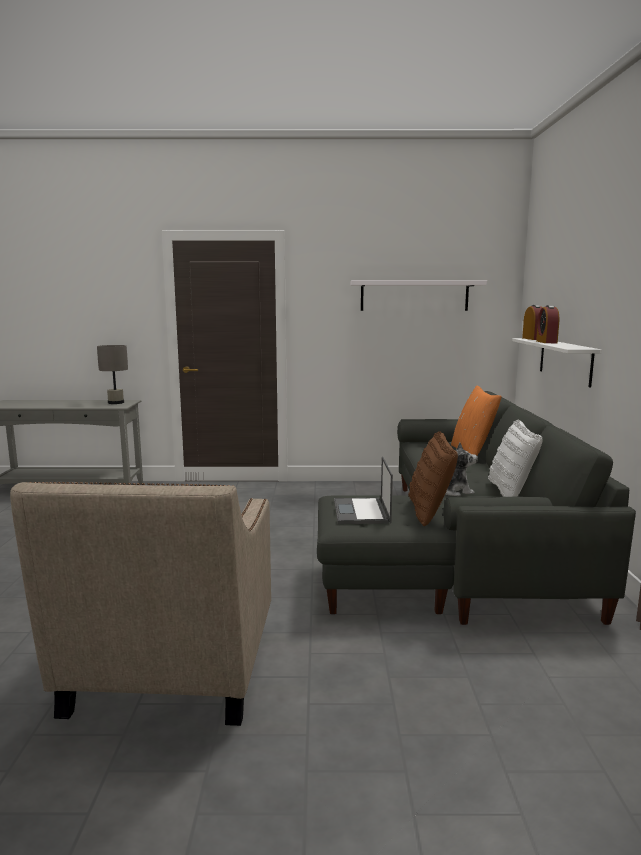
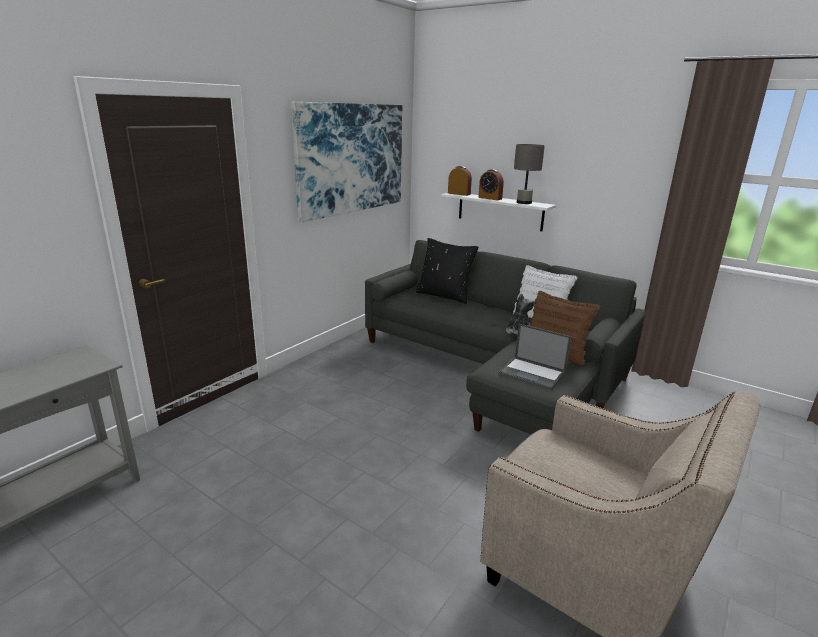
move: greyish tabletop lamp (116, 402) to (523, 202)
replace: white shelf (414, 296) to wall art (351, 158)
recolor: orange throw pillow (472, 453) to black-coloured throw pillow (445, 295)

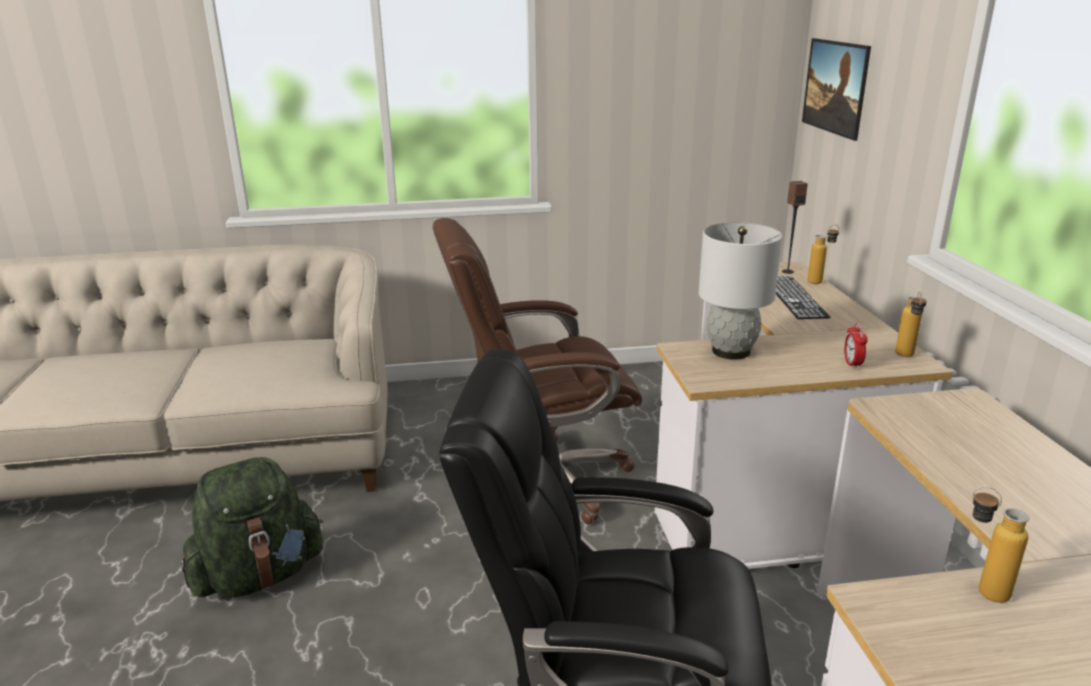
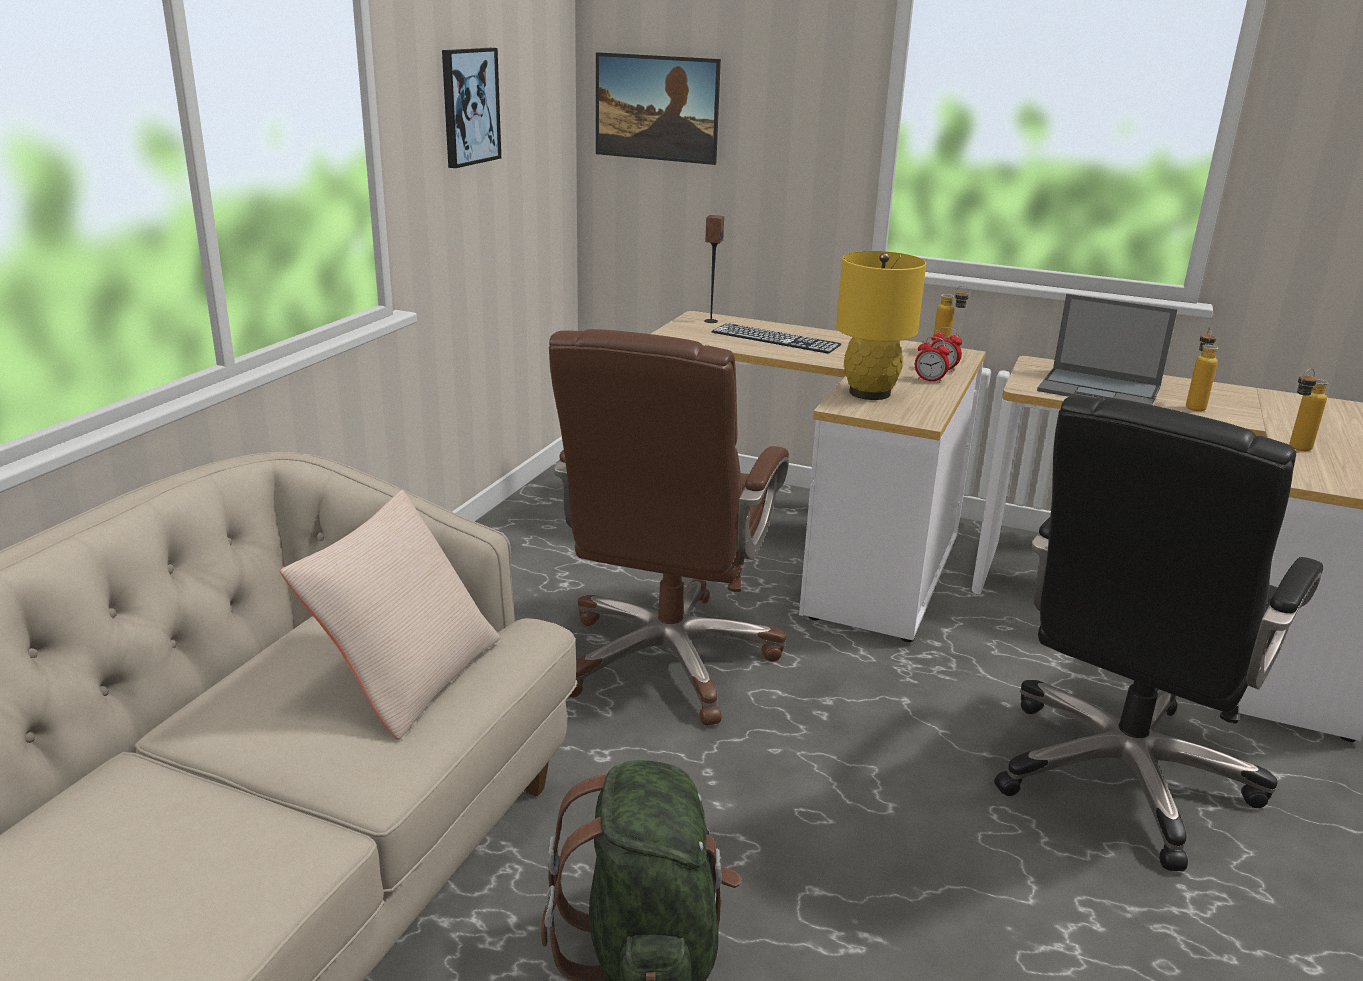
insert: sand-coloured throw pillow (405, 674); wall art (469, 106); bedside clock (929, 380); notebook computer (1100, 390)
move: bottle (820, 281) to (1194, 406)
recolor: white tabletop lamp (730, 351) to yellowish tabletop lamp (869, 393)

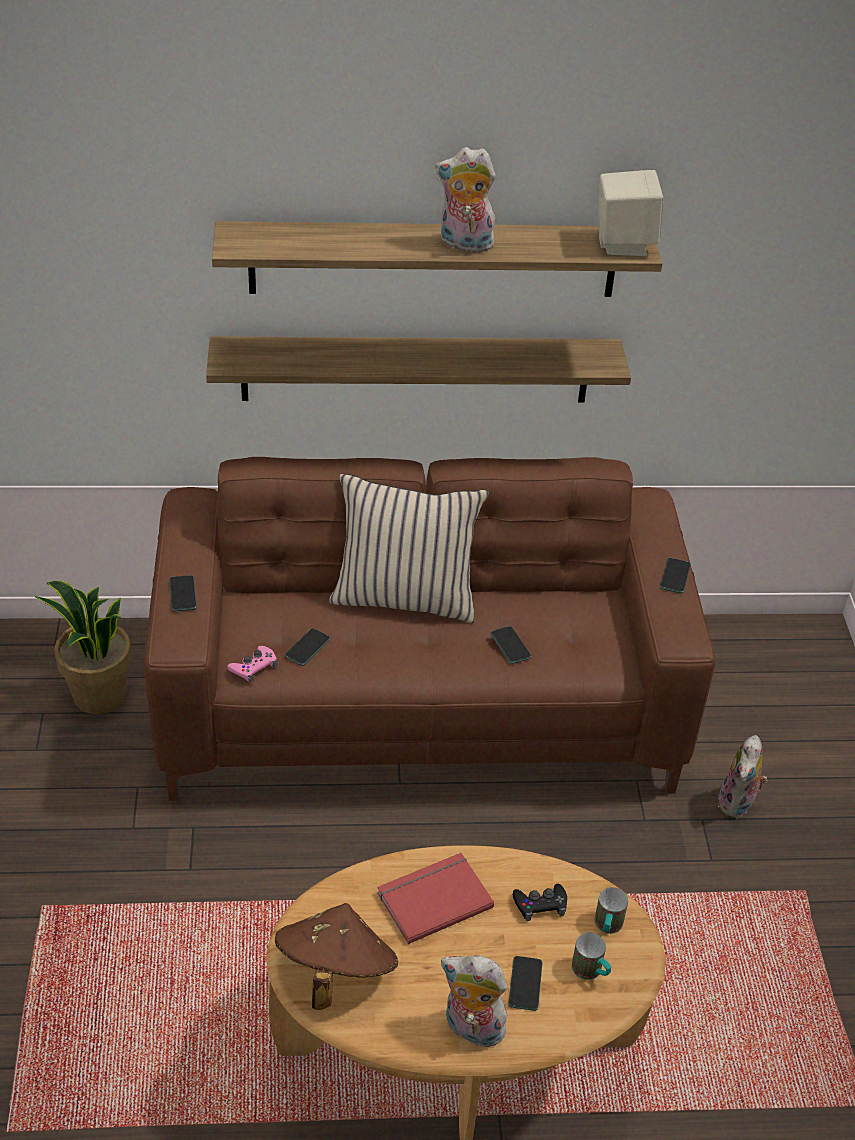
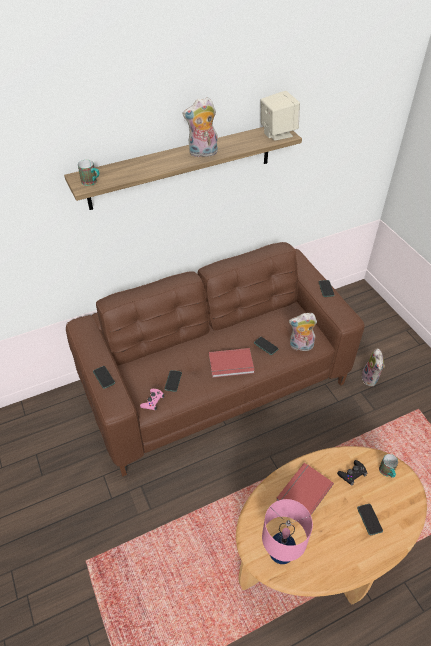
delete: plant in a pot (98, 696); shelf (415, 369); sand-coloured throw pillow (405, 597)
insert: red-coloured bound book (231, 365)
move: coffee mug (591, 972) to (91, 182); soft toy (471, 1029) to (300, 346)
replace: brown clothing hat (335, 972) to pink-coloured tabletop lamp (280, 553)

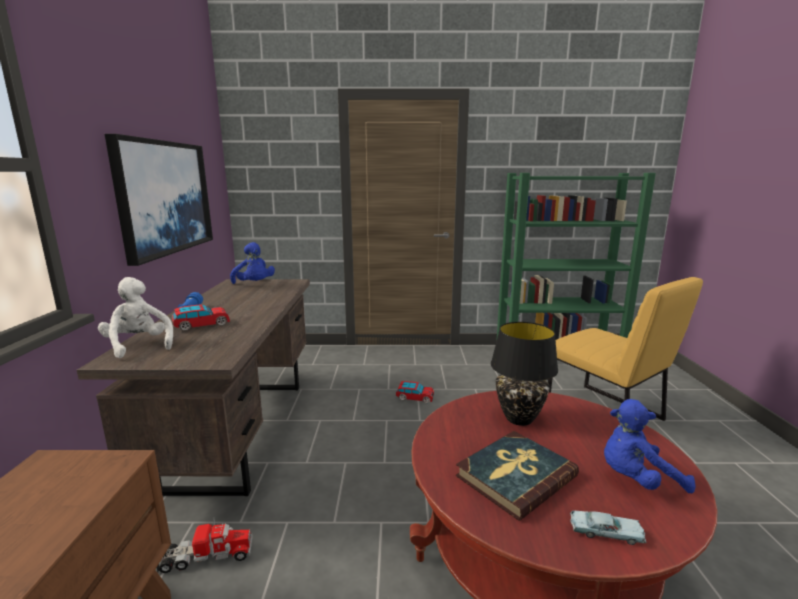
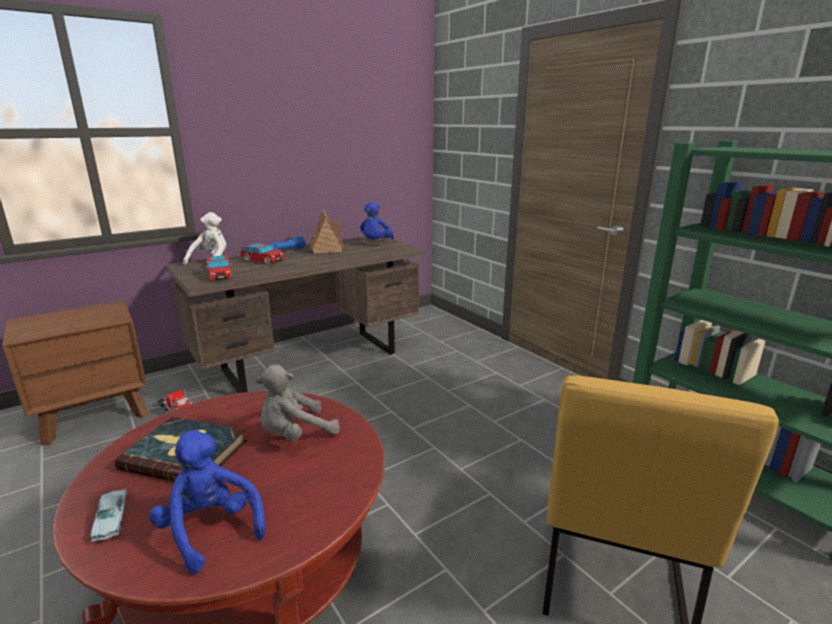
delete: wall art (165, 197)
insert: toy house (326, 248)
move: toy car (415, 398) to (220, 275)
replace: black-coloured tabletop lamp (518, 419) to greyish soft toy (295, 434)

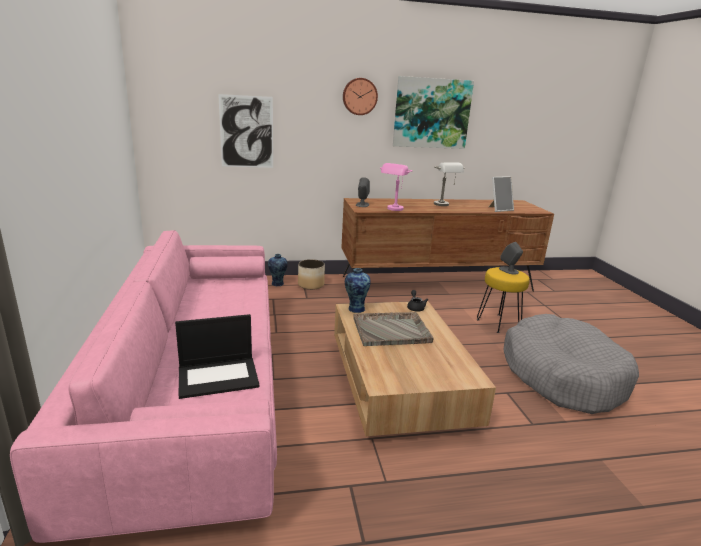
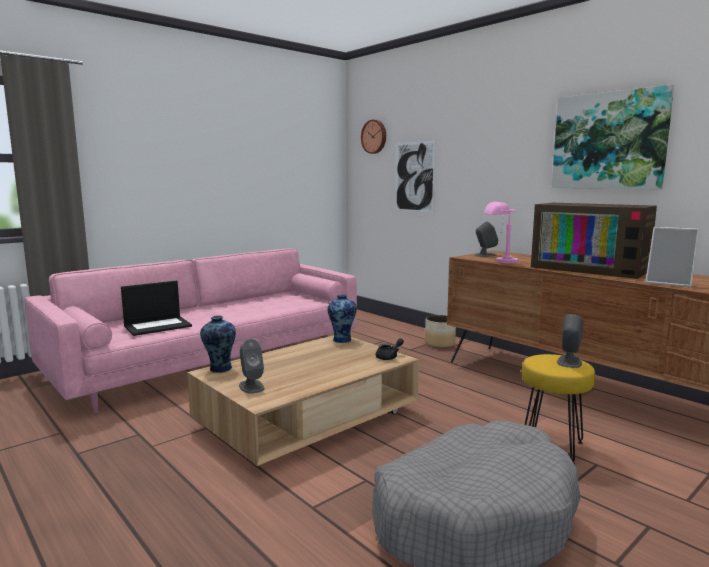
delete: greyish serving tray (392, 330)
insert: greyish speaker (251, 386)
move: decorative vase (277, 284) to (219, 369); wall clock (359, 96) to (374, 136)
replace: greyish tabletop lamp (444, 205) to TV (591, 269)
rotate: notebook computer (219, 376) = (158, 326) 75 degrees counterclockwise

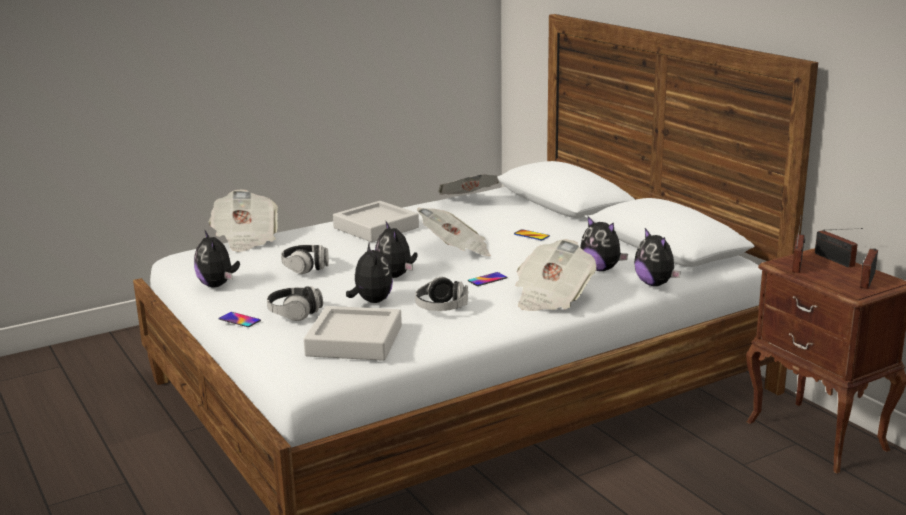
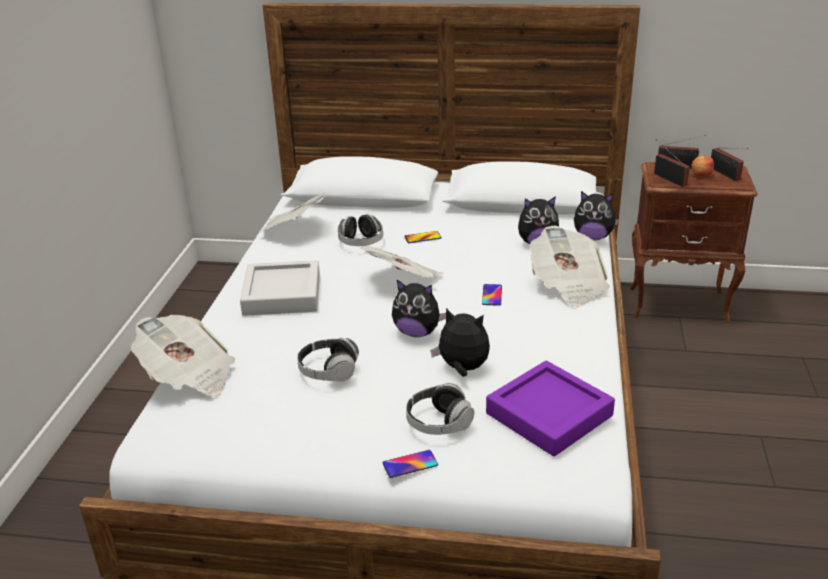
delete: soft toy (217, 285)
insert: whole apple (701, 175)
move: headphones (441, 309) to (361, 242)
recolor: greyish serving tray (354, 341) to purplish serving tray (549, 414)

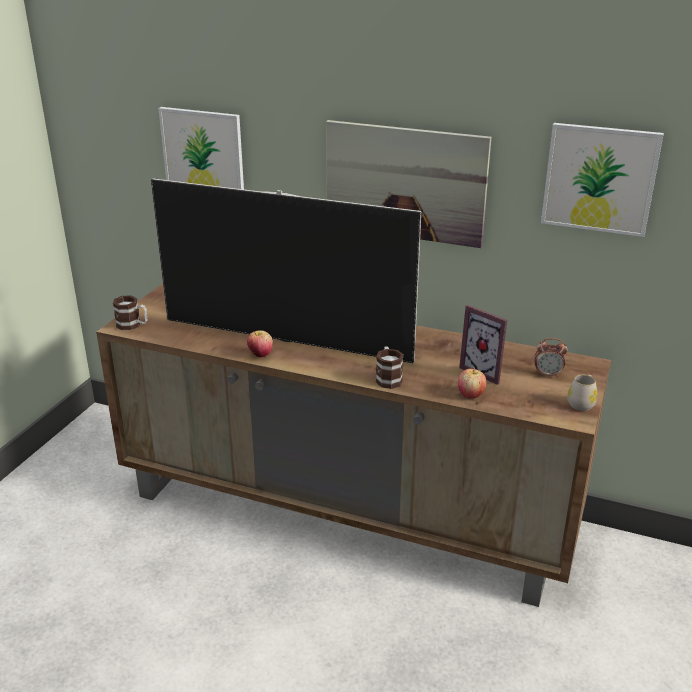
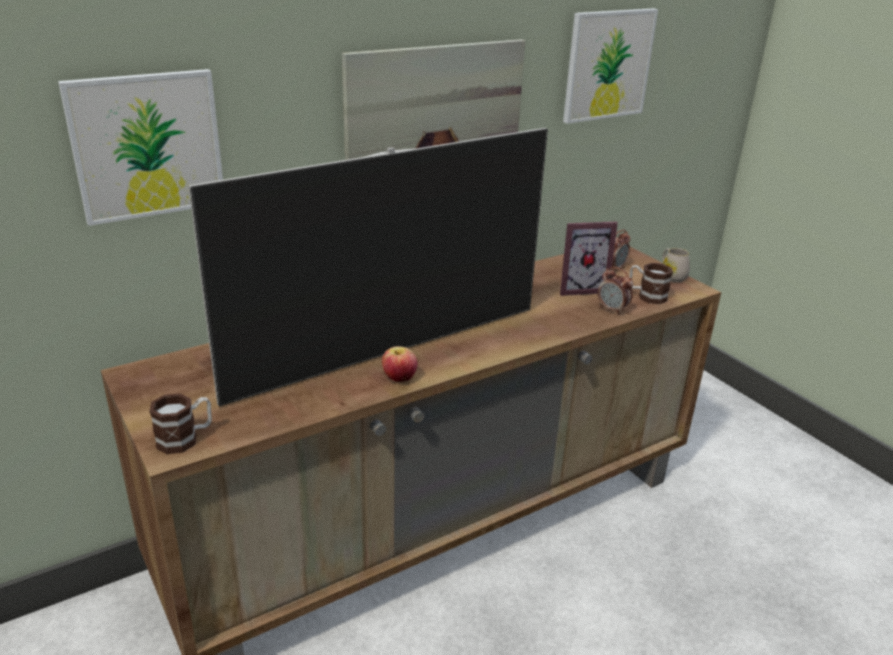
move: coffee mug (388, 378) to (646, 296)
replace: whole apple (470, 395) to bedside clock (612, 310)

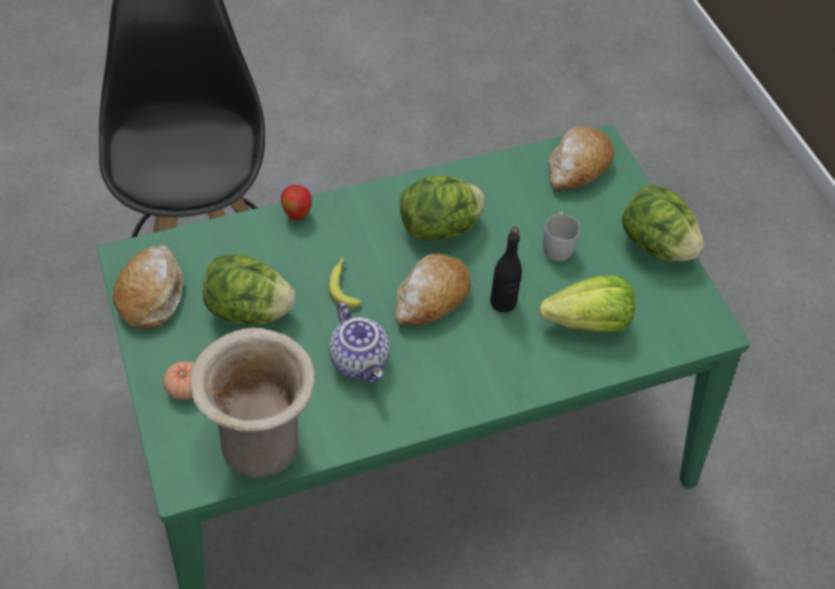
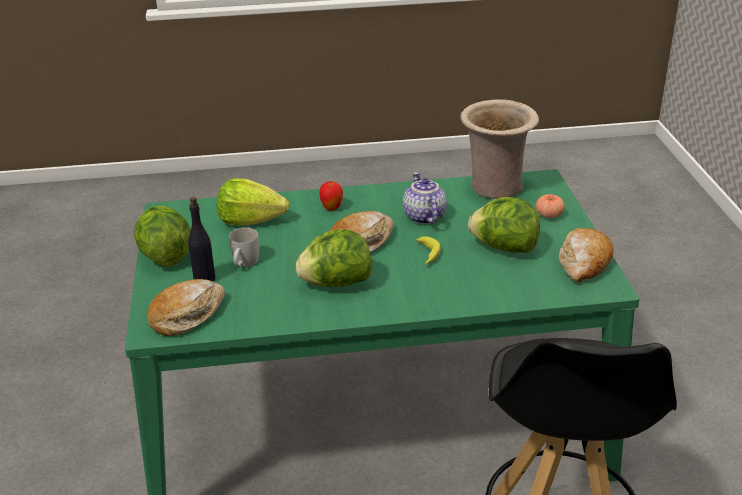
move: black-coloured bottle (503, 302) to (204, 279); whole apple (297, 215) to (331, 208)

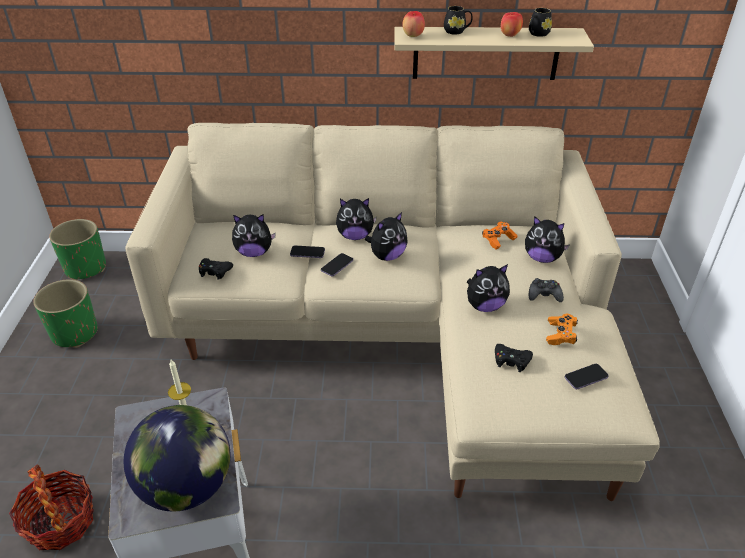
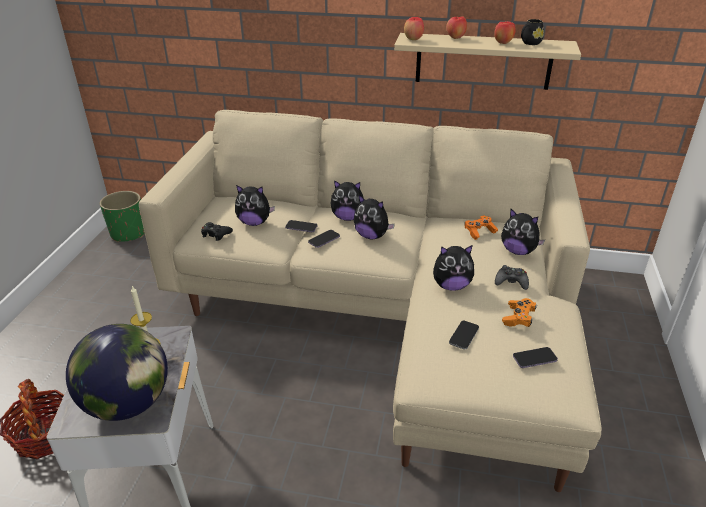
delete: greenish plant pot (74, 333)
replace: black-coloured coffee mug (457, 31) to whole apple (455, 38); black-coloured game controller (511, 361) to telephone (464, 335)
rotate: soft toy (387, 256) = (372, 236) 60 degrees clockwise

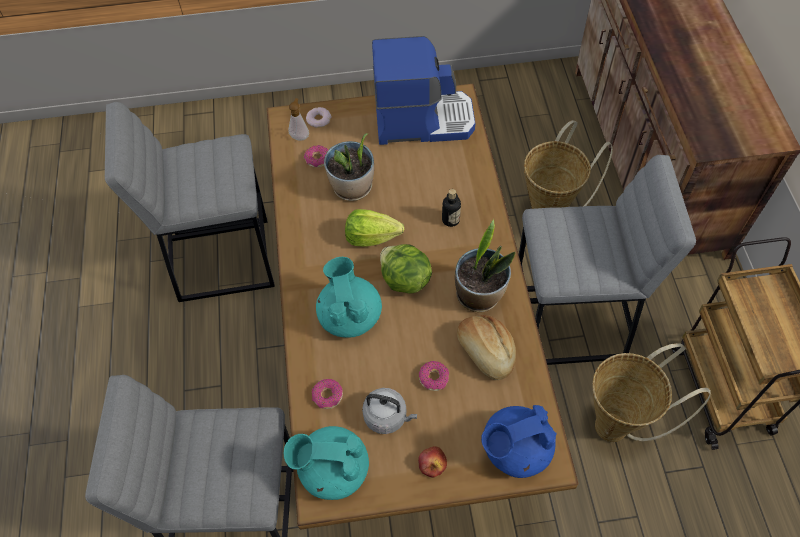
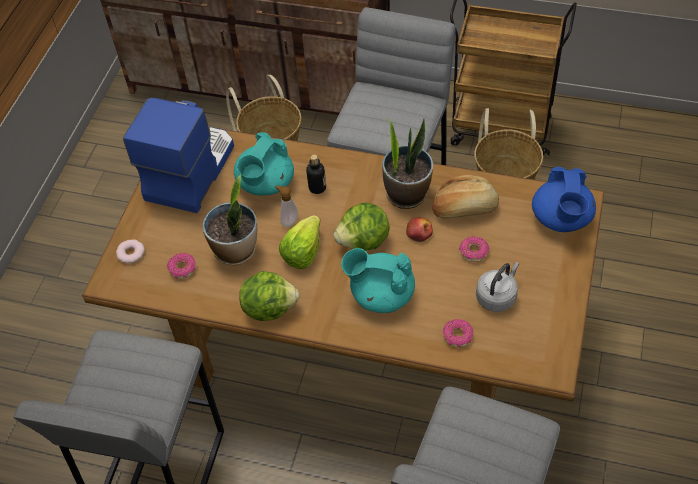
insert: lettuce (269, 307)
move: turquoise teapot (332, 470) to (265, 184); soap bottle (300, 136) to (288, 221); whole apple (432, 463) to (419, 233)

